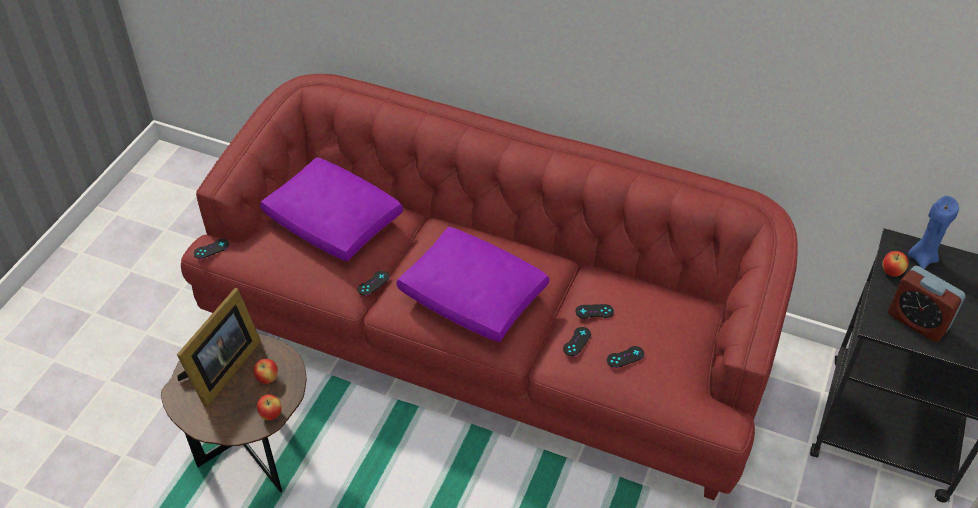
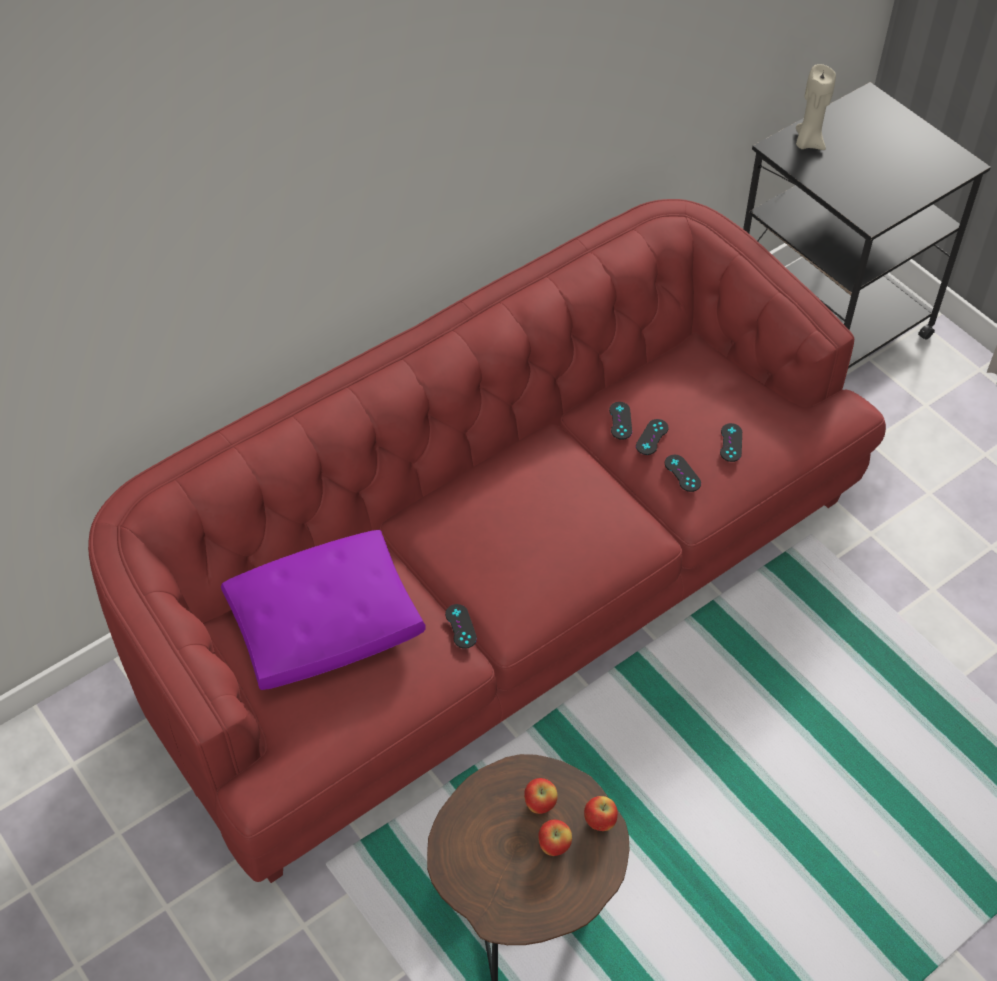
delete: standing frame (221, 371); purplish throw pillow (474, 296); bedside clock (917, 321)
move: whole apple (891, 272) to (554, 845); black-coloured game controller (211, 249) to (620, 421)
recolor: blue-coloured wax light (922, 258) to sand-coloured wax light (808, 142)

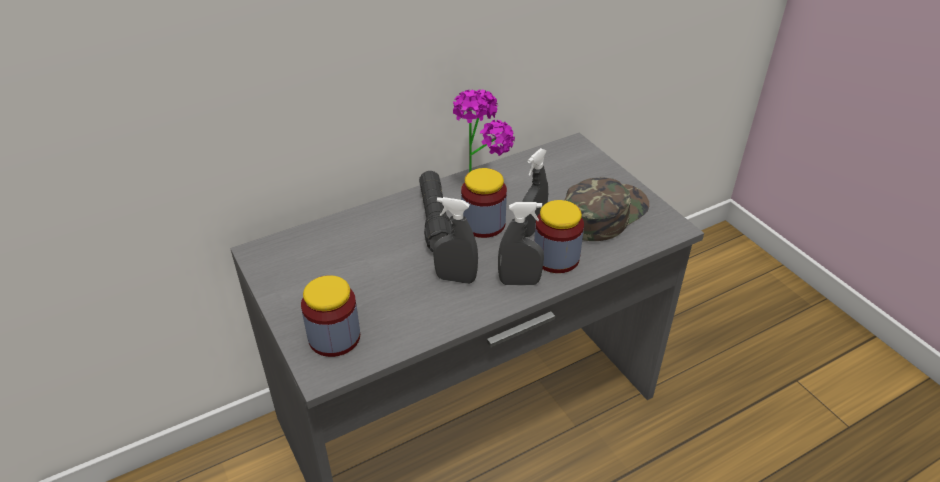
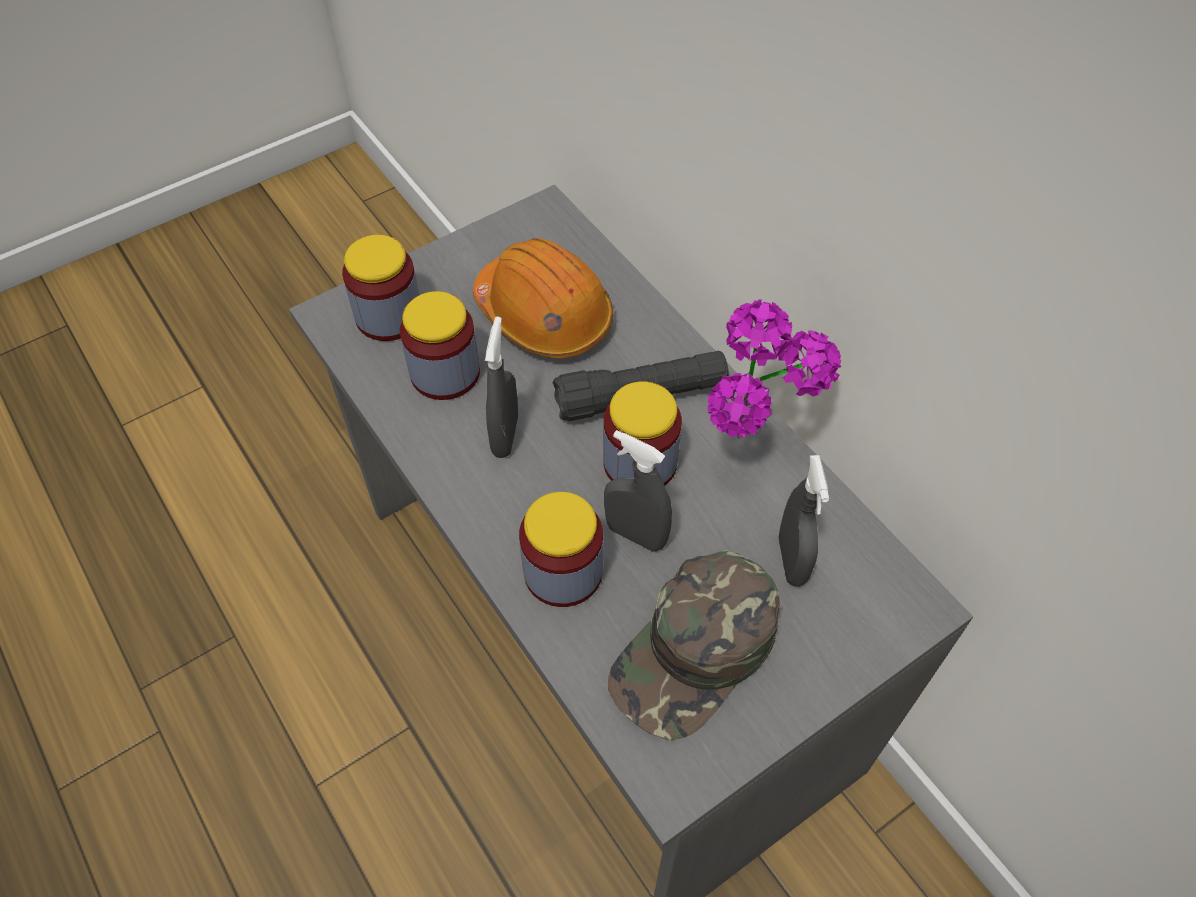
insert: storage jar (445, 373); orange safety helmet (544, 315)
move: greyish spray bottle (519, 282) to (791, 560)
rotate: greenish peaked cap (603, 213) = (696, 652) 90 degrees clockwise

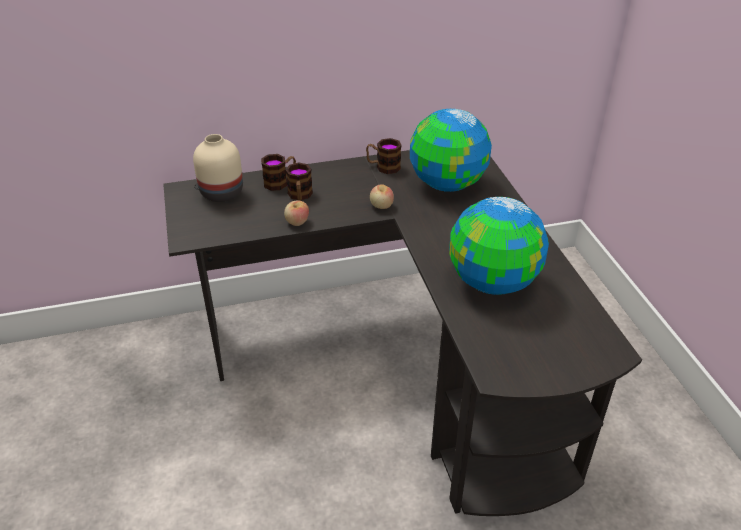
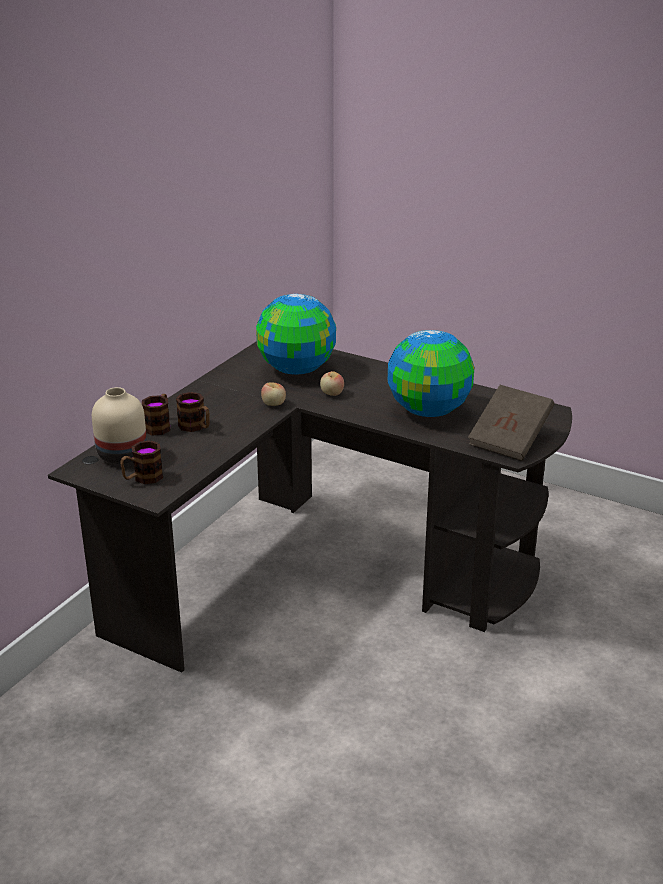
insert: brown bound book (510, 440)
move: coffee mug (383, 167) to (142, 478); whole apple (297, 222) to (332, 393)

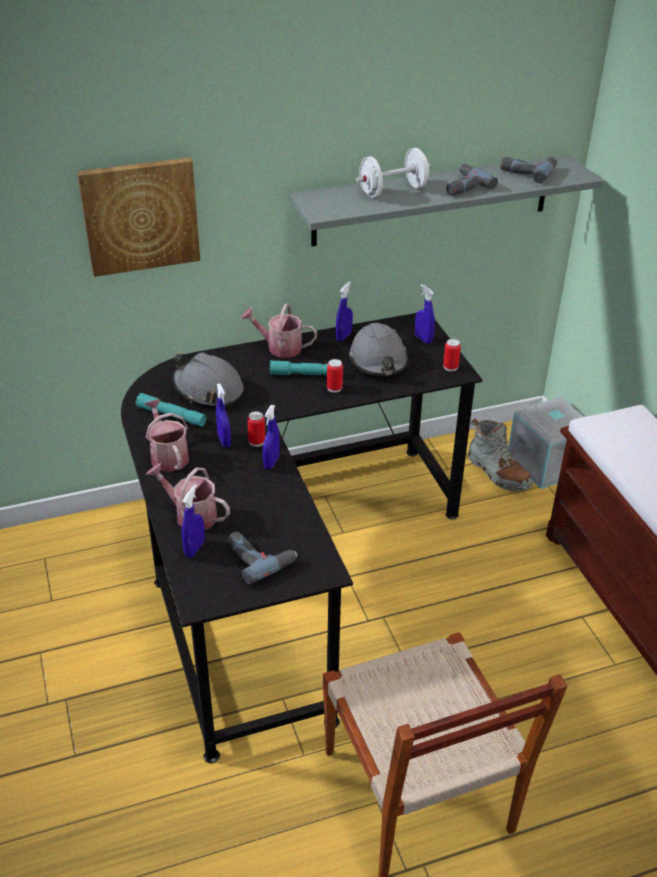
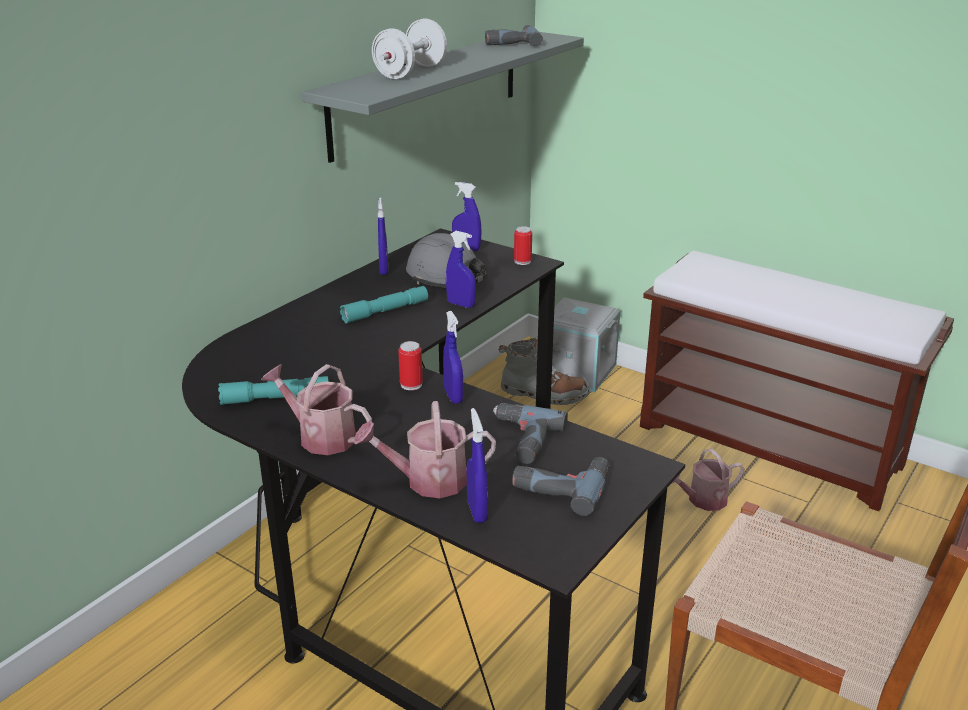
delete: wall art (140, 215); greyish safety helmet (208, 389); sealed can (334, 388)
move: blue-coloured spray bottle (224, 440) to (461, 304); electric drill (462, 186) to (521, 440); sprinkling can (279, 347) to (702, 500)

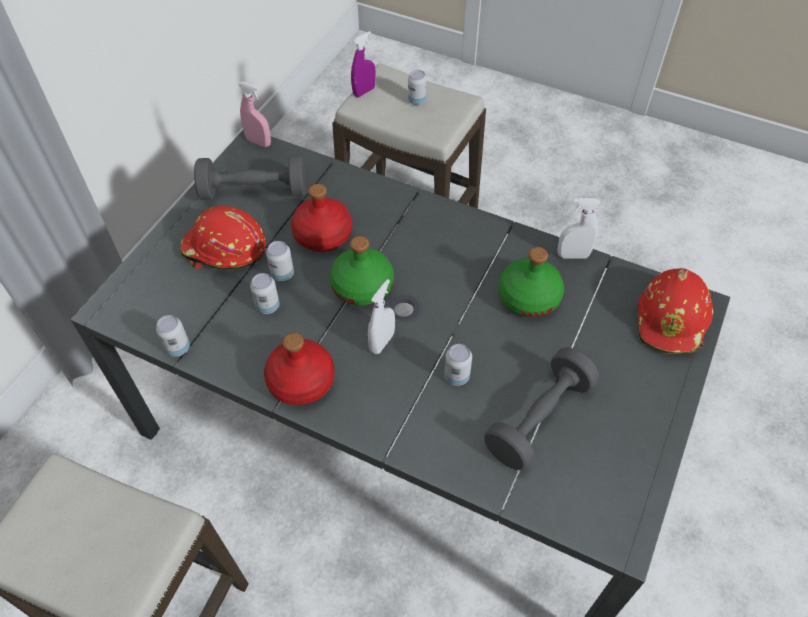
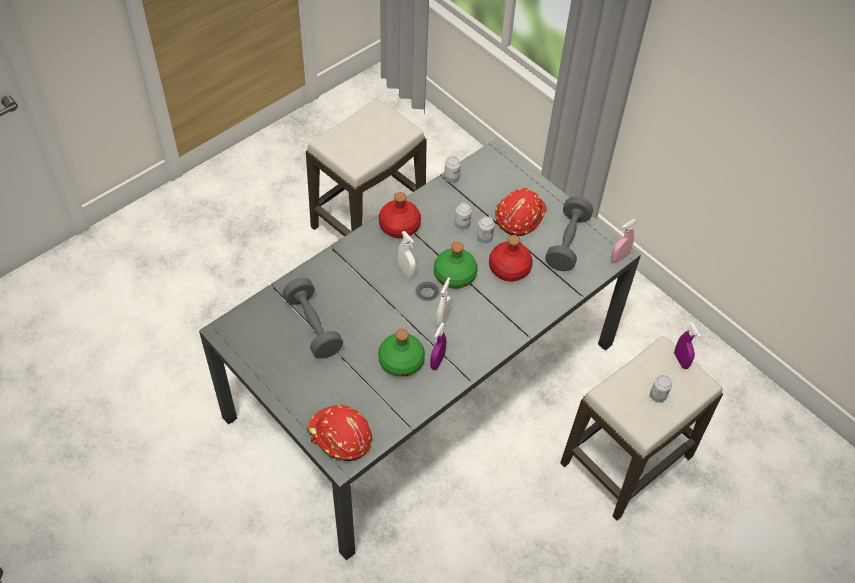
delete: sealed can (456, 376)
insert: purplish spray bottle (437, 361)
move: white spray bottle (573, 255) to (442, 319)

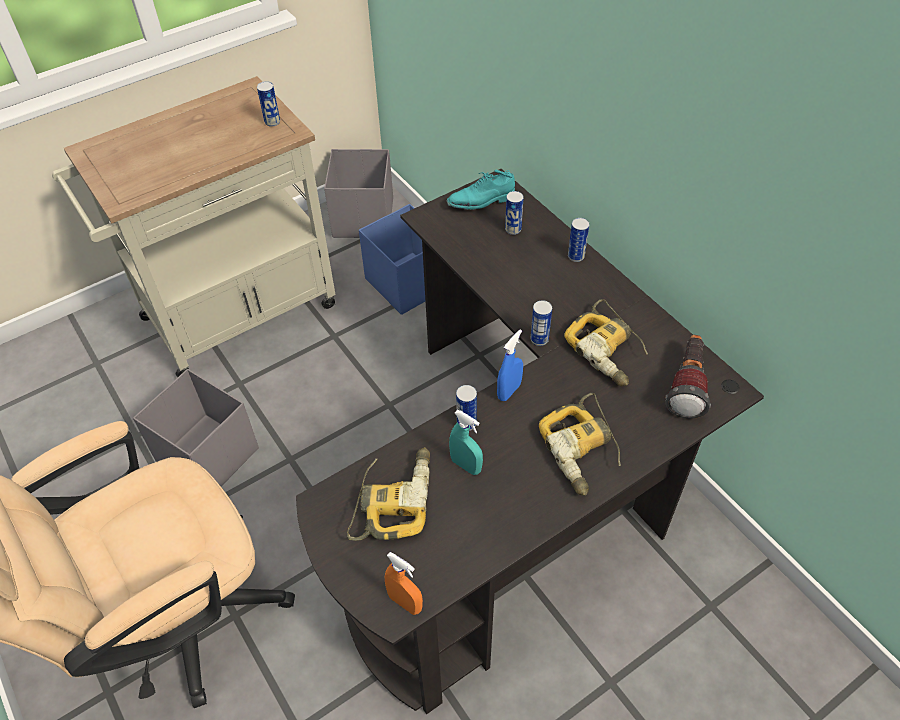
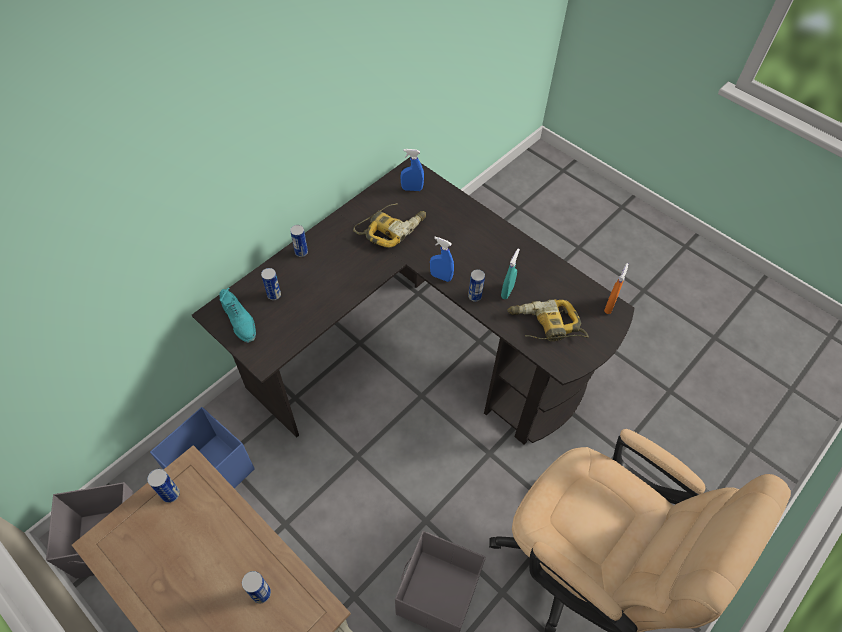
delete: electric drill (582, 450)
move: sealed can (539, 339) to (261, 593)
replace: torch (687, 385) to blue-coloured spray bottle (412, 189)

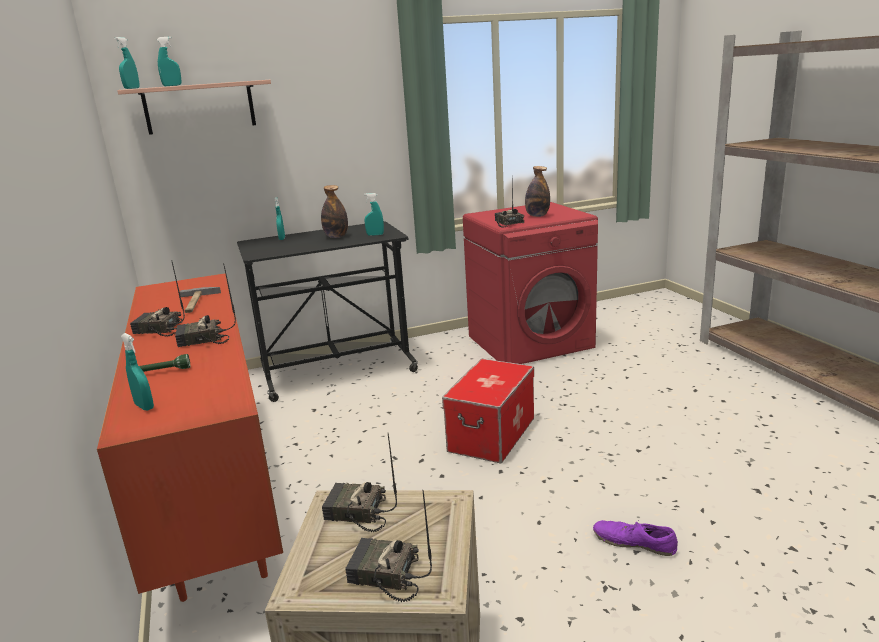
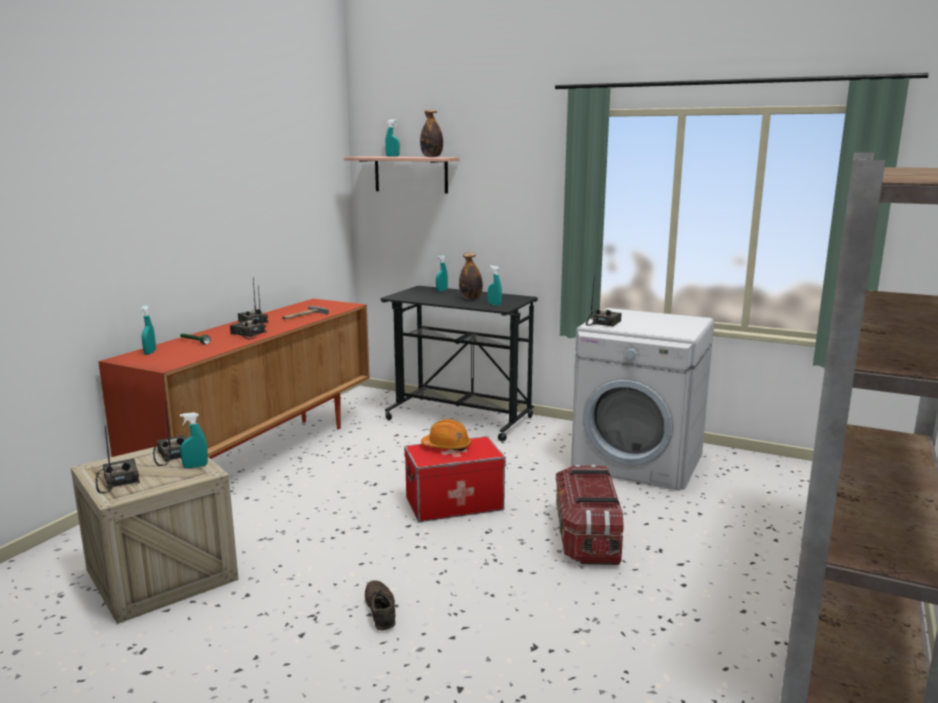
insert: orange safety helmet (447, 446); storage container (586, 536)
move: turquoise spray bottle (132, 88) to (195, 466); bottle (537, 216) to (431, 157)
recolor: purplish low shoe (634, 542) to brown low shoe (380, 610); red-coloured washing machine (533, 342) to white washing machine (637, 462)

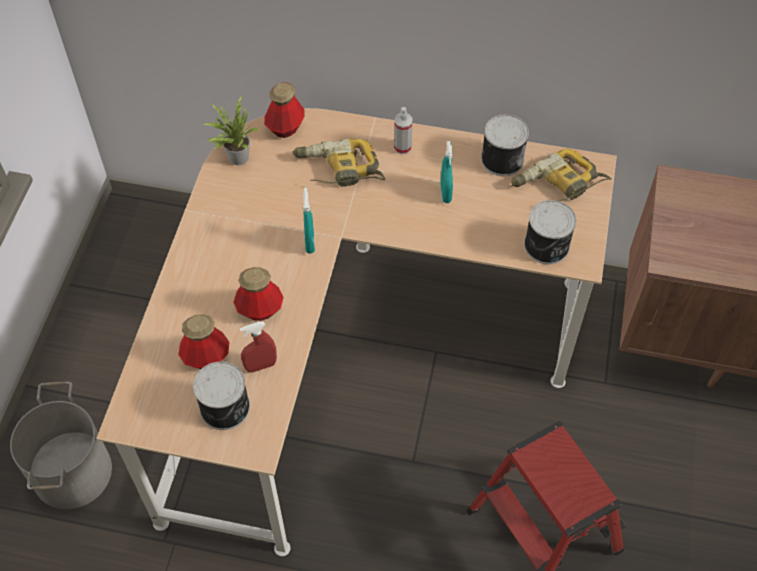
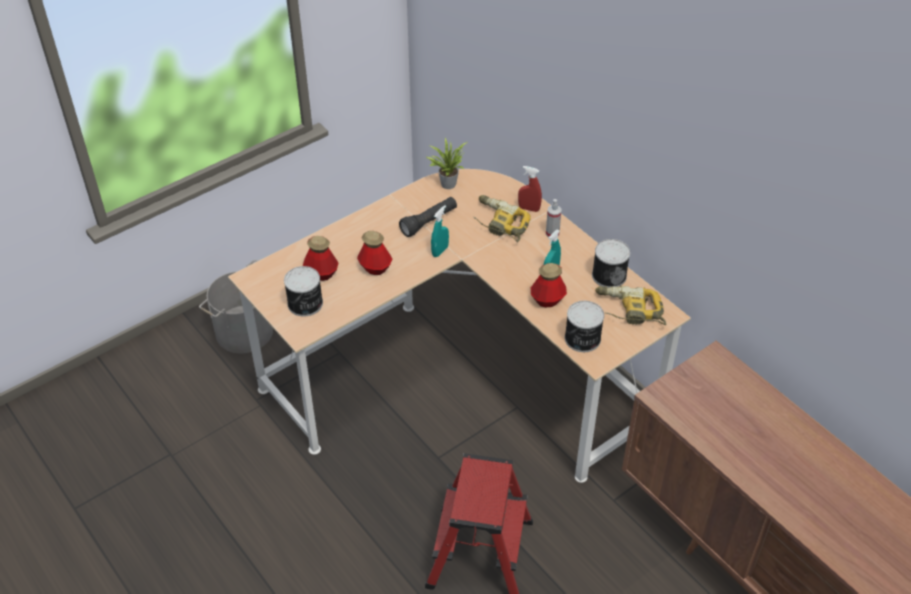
insert: black-coloured torch (429, 222)
move: red-coloured spray bottle (260, 366) to (529, 208); bottle (285, 128) to (547, 300)

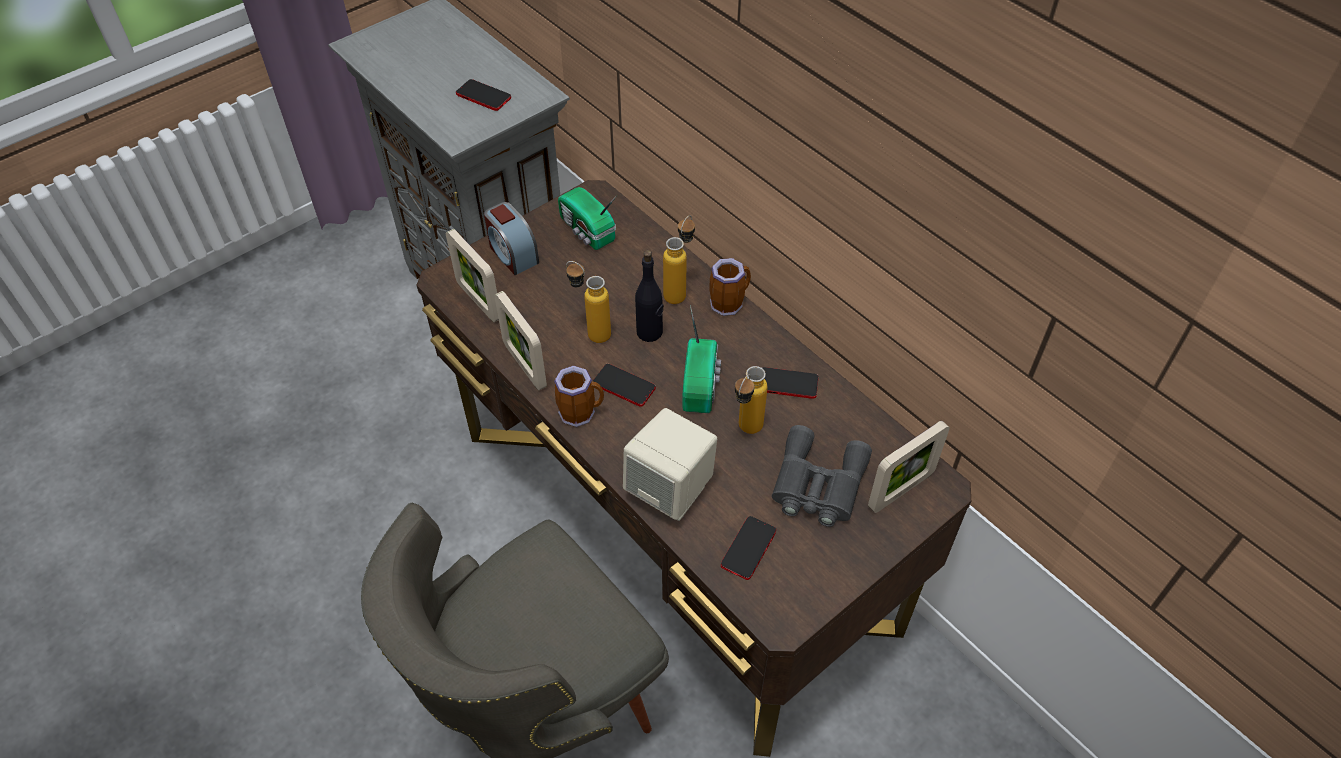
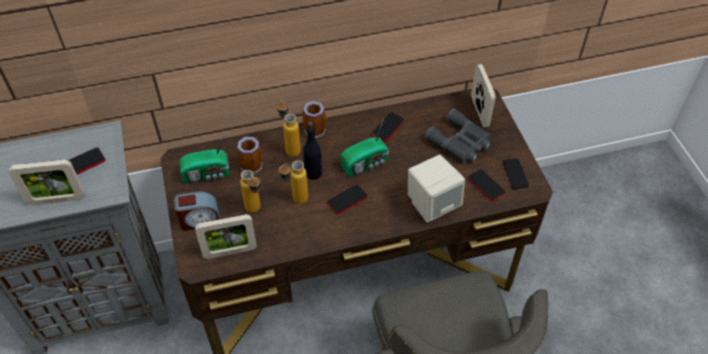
insert: telephone (515, 174)
move: standing frame (524, 366) to (56, 200); coffee mug (580, 412) to (252, 164); bottle (745, 432) to (256, 211)
rotate: radio receiver (701, 383) = (366, 163) 120 degrees clockwise

